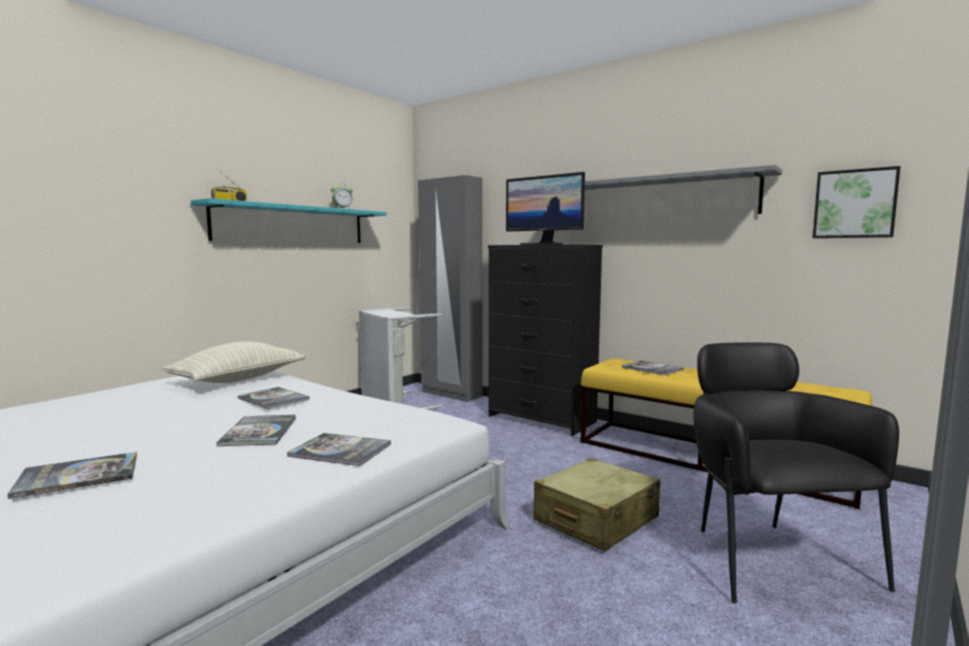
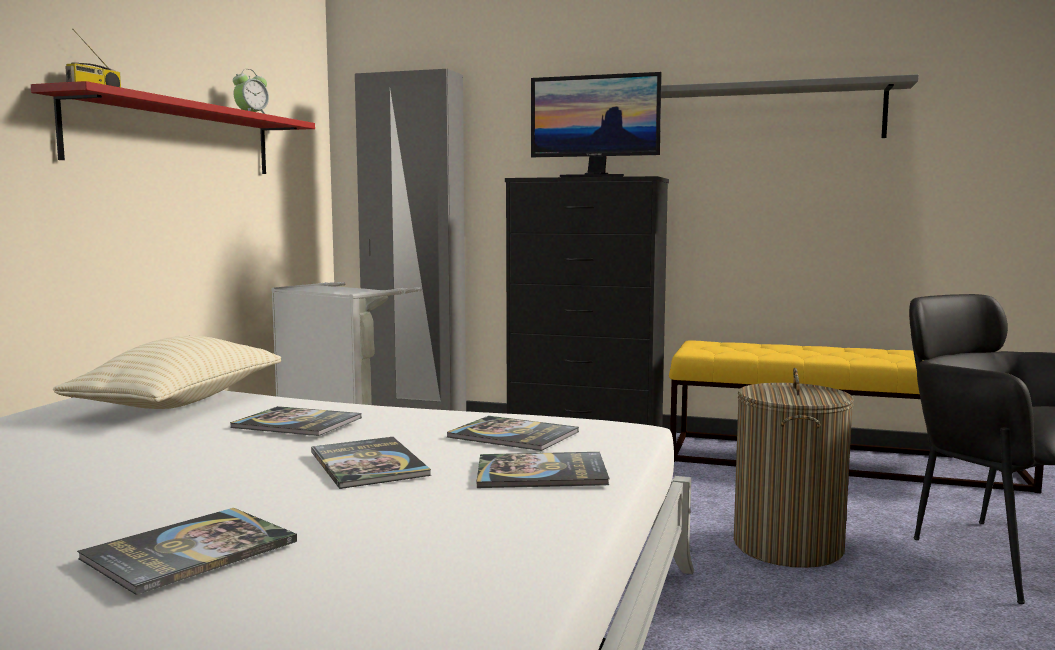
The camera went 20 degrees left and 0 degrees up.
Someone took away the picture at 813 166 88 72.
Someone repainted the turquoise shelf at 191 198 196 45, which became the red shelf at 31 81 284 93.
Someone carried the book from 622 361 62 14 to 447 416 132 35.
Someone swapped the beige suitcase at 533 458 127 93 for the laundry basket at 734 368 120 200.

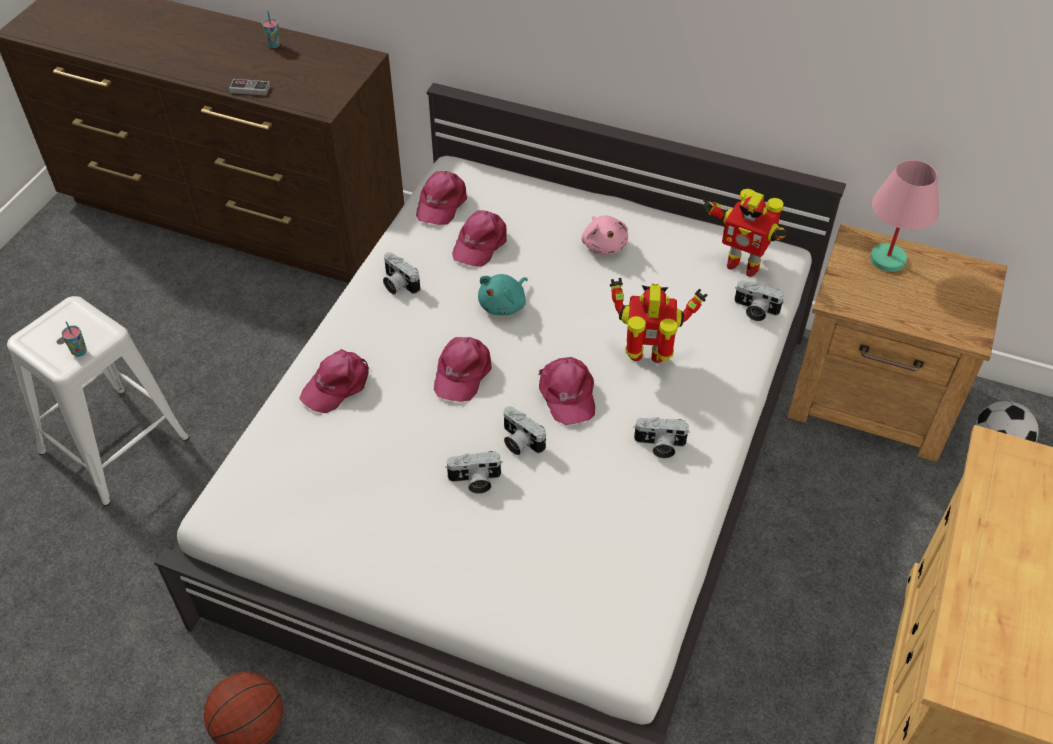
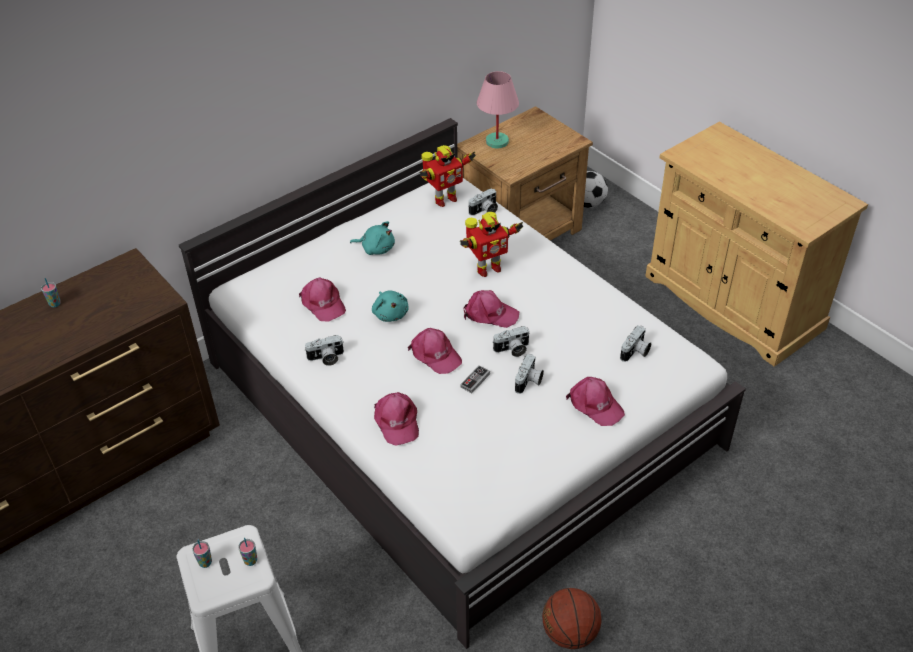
The camera went 60 degrees left and 5 degrees down.
Someone carried the game controller from 229 79 41 16 to 460 365 30 28.
Someone carried the pink cap from 416 171 51 54 to 566 377 59 49.
Someone repainted the pink plush toy at 581 215 47 40, which became the turquoise plush toy at 350 221 45 34.
Someone rotated the toy robot at 610 278 97 85 by 150 degrees counterclockwise.
Someone carried the photo camera from 634 417 56 41 to 620 326 31 36.
Someone put down the cup at 192 540 20 28.

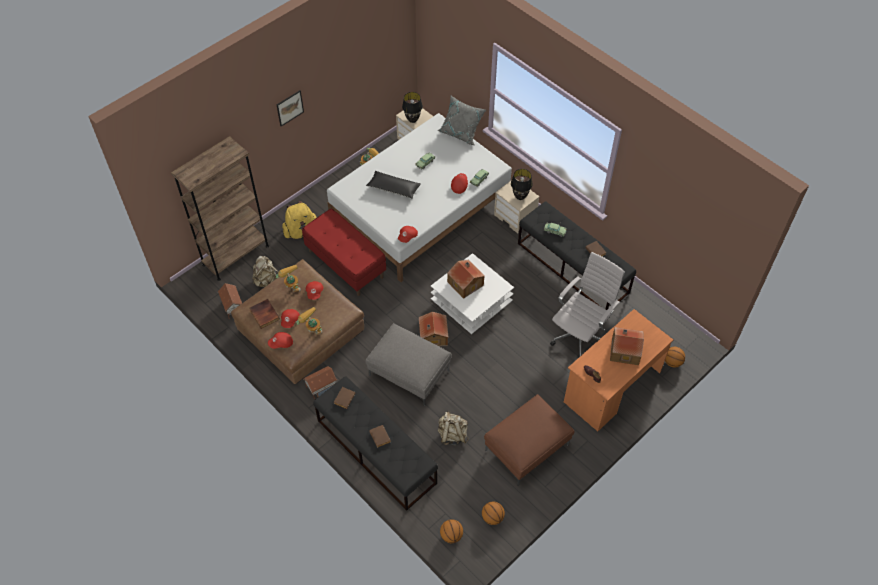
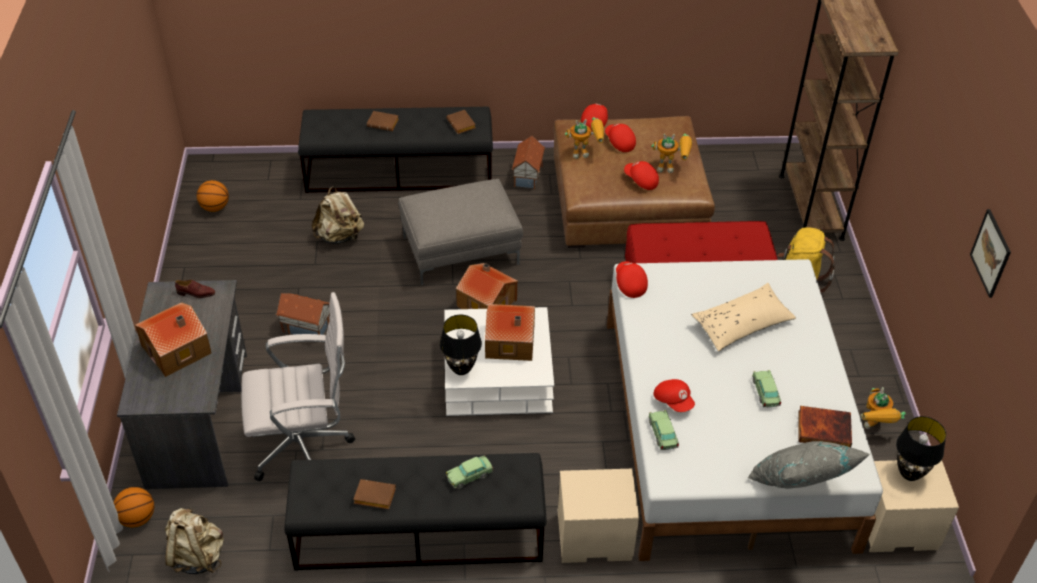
The camera went 130 degrees right and 10 degrees down.
Someone carried the picture from 277 90 27 37 to 970 209 41 89.
Someone carried the black table lamp from 511 169 22 31 to 440 315 42 60.
Someone repainted the black pillow at 366 171 55 28, which became the beige pillow at 691 283 105 68.
Someone rotated the white office chair at 550 252 75 105 by 90 degrees counterclockwise.
Someone carried the beige backpack from 252 256 26 31 to 165 507 59 67.
Someone carried the toy house from 218 283 24 36 to 275 293 55 42.
Someone carried the book from 249 299 31 30 to 799 406 53 41.
Someone repainted the orange desk at 564 309 109 122, which became the grey desk at 117 280 130 209.
Someone took away the brown ottoman at 484 394 91 92.
Someone took away the basketball at 440 519 23 24.

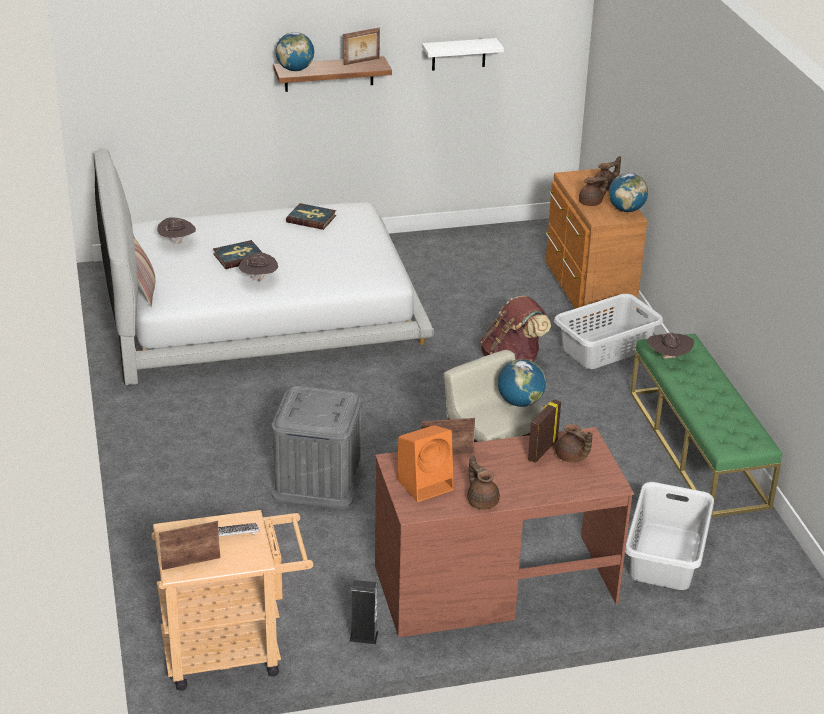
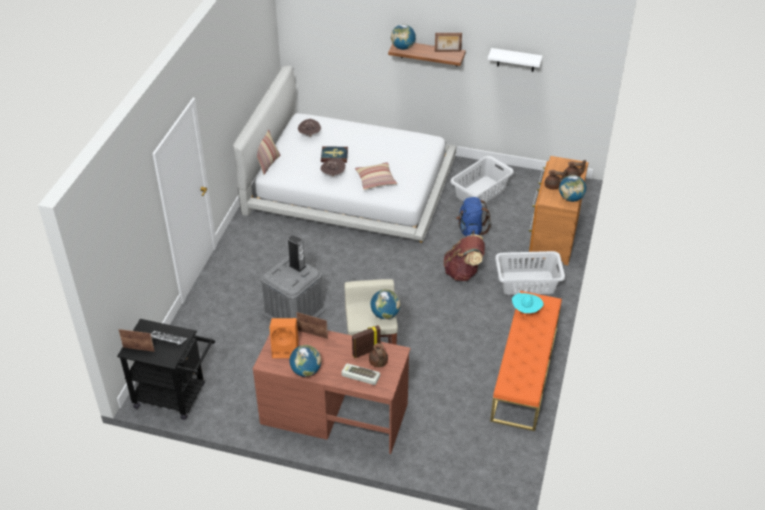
The camera went 30 degrees right and 10 degrees up.
Someone took away the book at 286 203 50 27.
Someone repainted the brown hat at 647 333 47 25, which became the turquoise hat at 512 293 32 20.
Someone repainted the green bench at 630 334 152 183, which became the orange bench at 490 291 72 140.
Someone swapped the brown teapot at 467 455 33 54 for the globe at 290 345 31 32.
Someone carried the grey laundry basket from 625 482 89 108 to 450 156 64 49.
Someone repainted the beige cart at 151 510 162 181, which became the black cart at 117 319 98 101.
Someone carried the speaker from 350 580 28 64 to 288 235 18 37.
Someone put down the pillow at 355 162 42 28.
Someone put down the blue backpack at 456 197 35 40.
Someone put down the keyboard at 341 363 39 22.

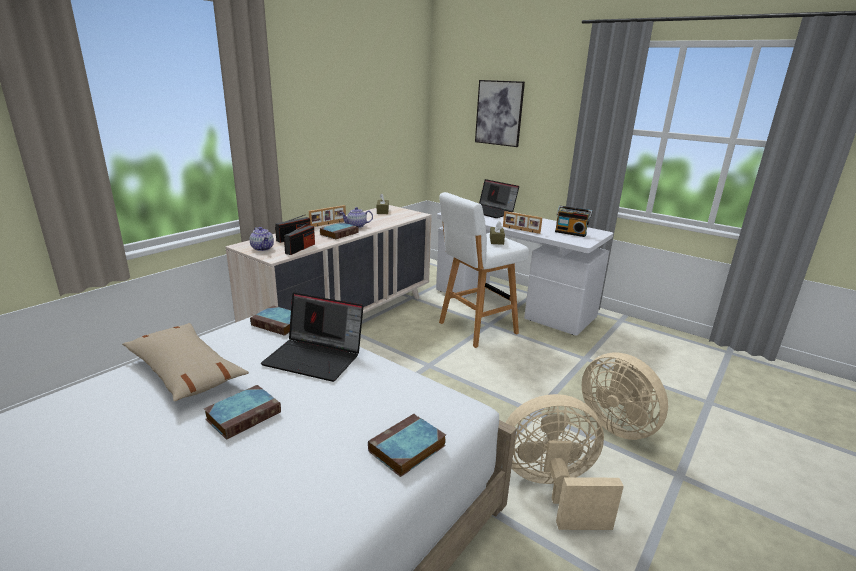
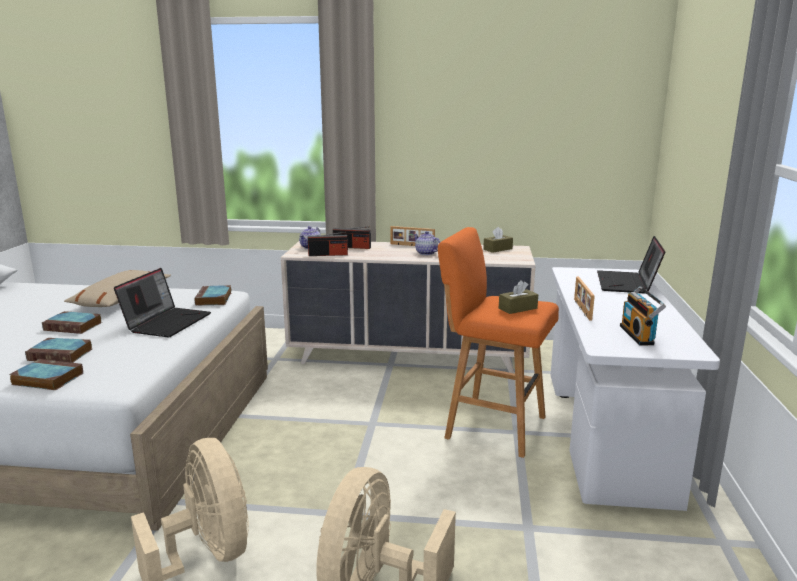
The camera went 60 degrees right and 5 degrees down.
Someone took away the picture at 475 80 50 67.
Someone repainted the white stool at 439 192 90 156, which became the orange stool at 438 227 121 231.
Someone carried the book from 320 222 39 18 to 25 338 67 25.
Someone rotated the laptop at 261 293 102 89 by 150 degrees counterclockwise.

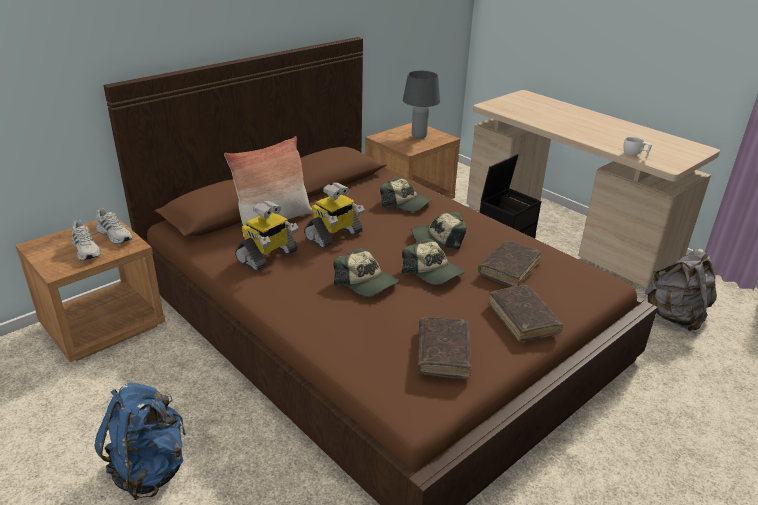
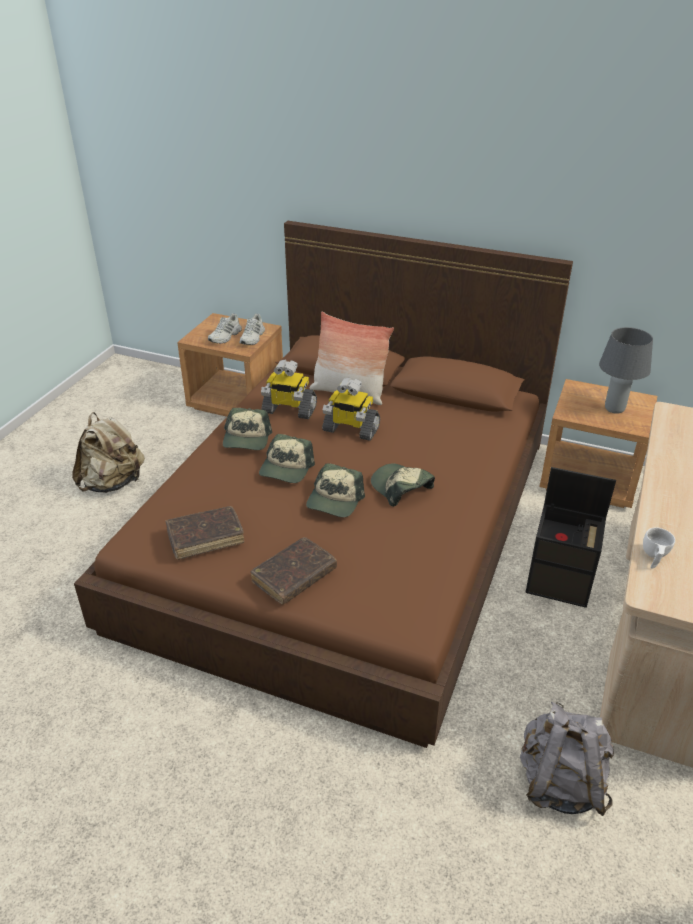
The camera went 65 degrees right and 5 degrees up.
Someone carried the cap from 380 177 52 34 to 223 408 49 42.
Someone took away the brown book at 478 241 64 46.
Someone repainted the blue backpack at 94 383 91 117, which became the beige backpack at 72 412 73 81.

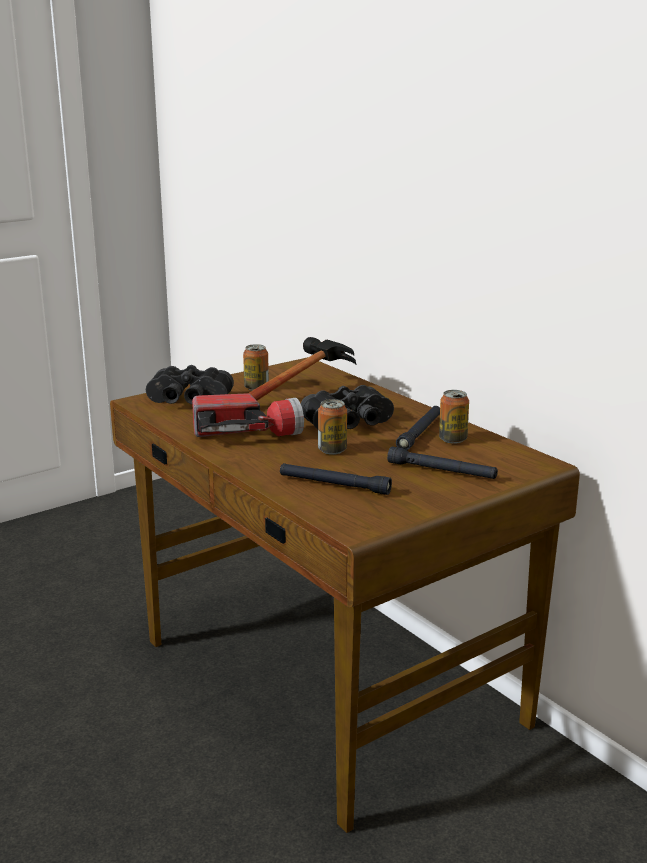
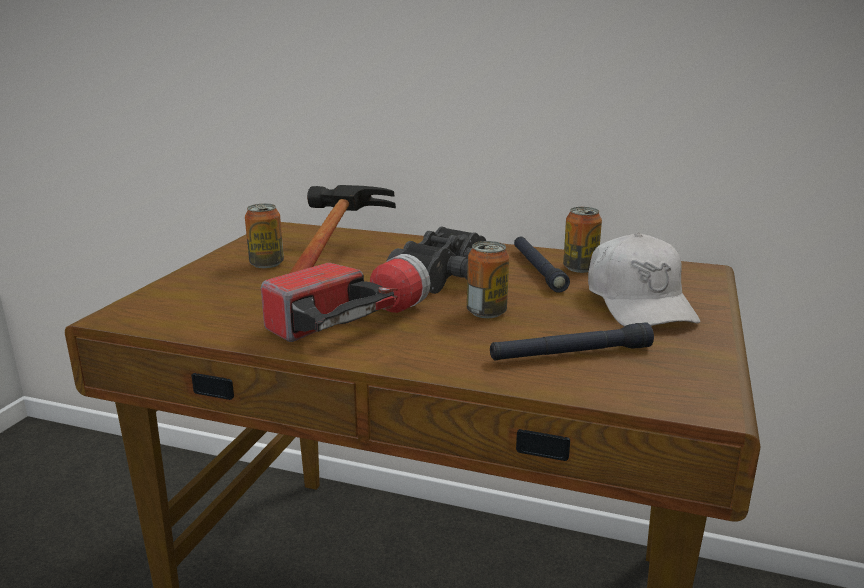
The camera went 35 degrees left and 0 degrees up.
Someone took away the black binoculars at 146 365 88 39.
Someone swapped the black flashlight at 387 446 111 33 for the white cap at 588 233 112 94.

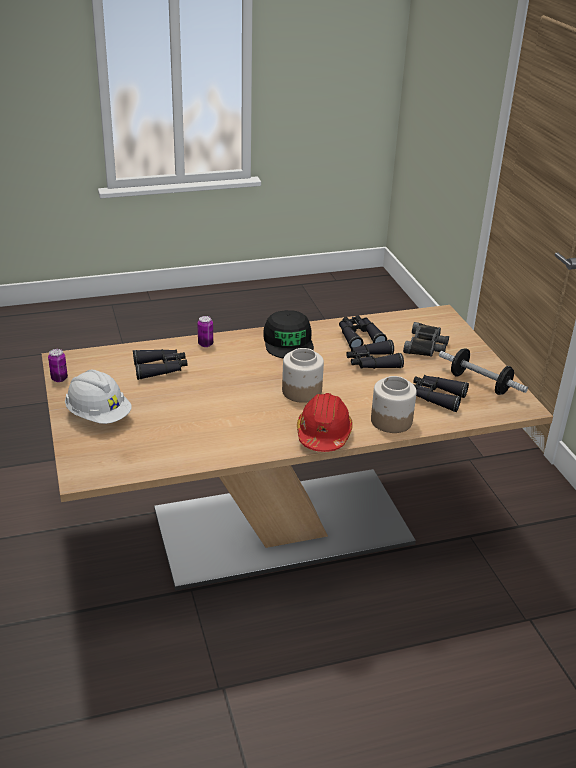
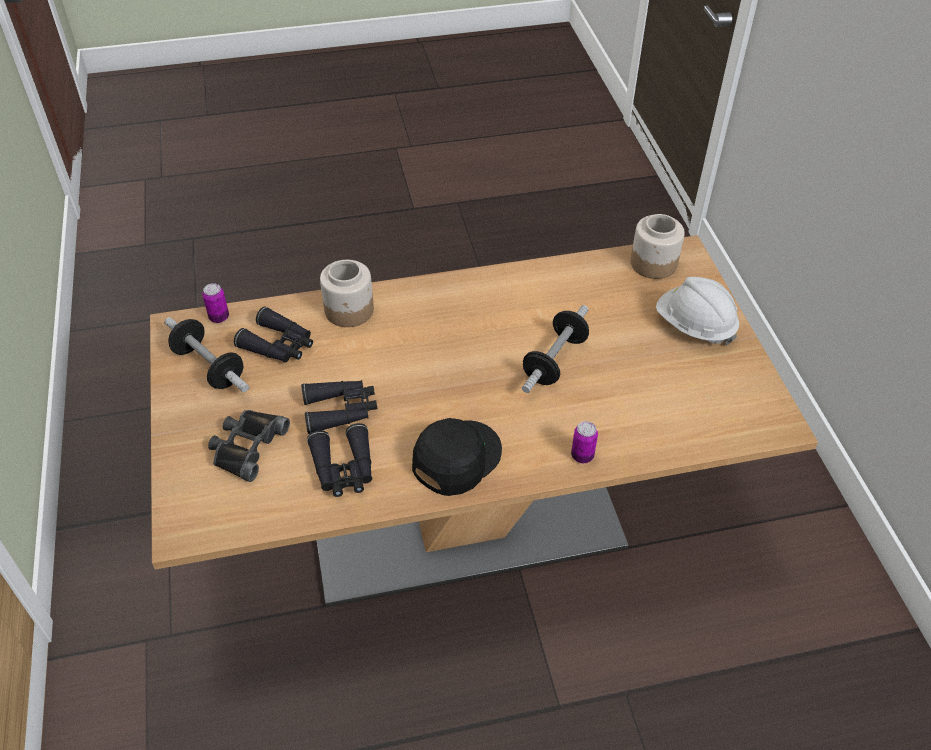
The camera went 175 degrees left and 15 degrees up.
Someone rotated the black cap at 264 310 50 48 by 45 degrees clockwise.
Someone carried the jar from 282 348 42 55 to 631 214 54 65.
Someone carried the can from 48 349 20 33 to 202 283 27 40.
Someone took away the black binoculars at 133 349 55 31.
Someone took away the red hard hat at 297 393 56 59.
Someone put down the dumbbell at 522 305 67 88.

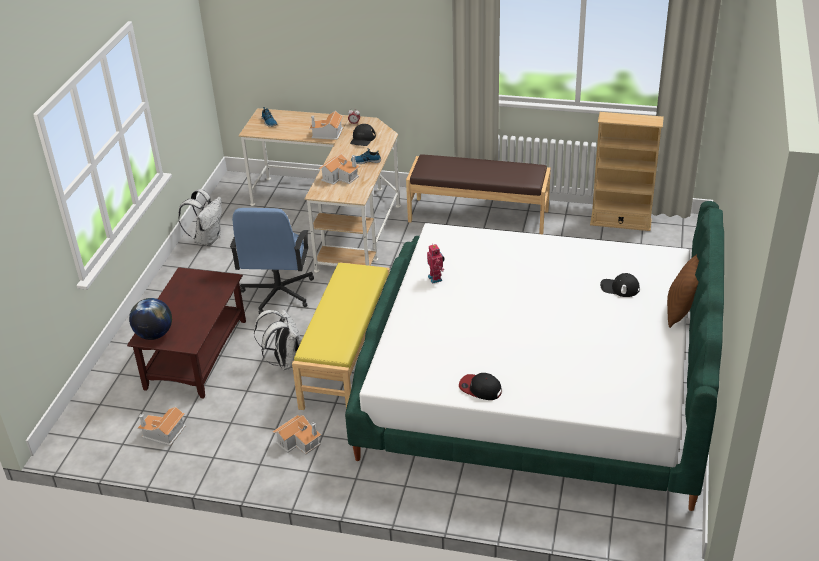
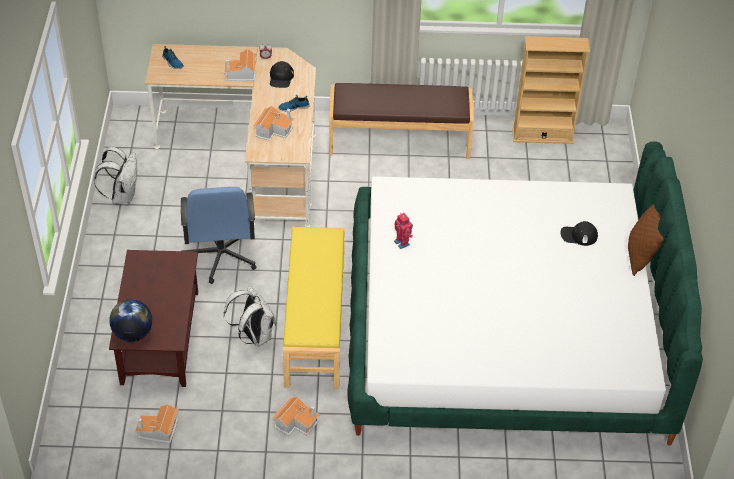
The camera went 15 degrees left and 10 degrees up.
Someone took away the cap at 459 373 43 27.

